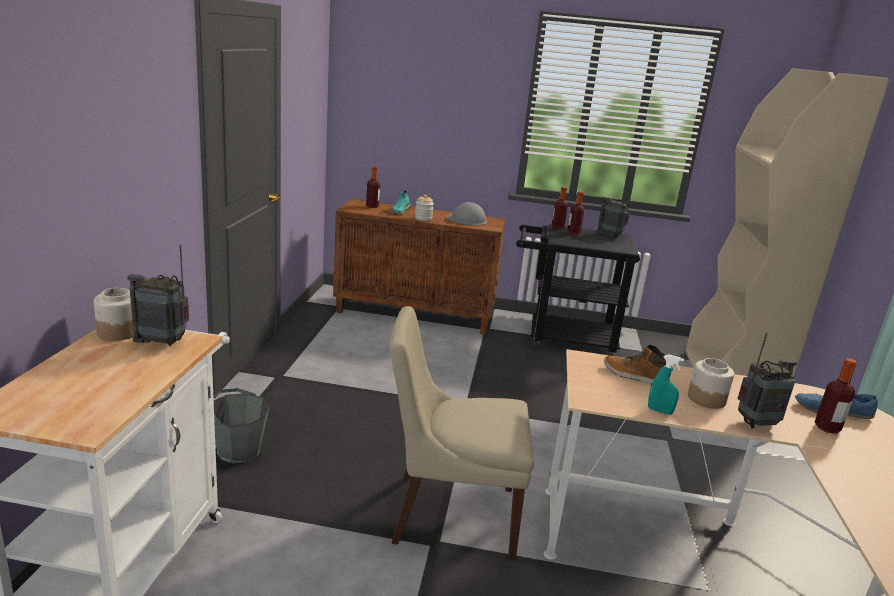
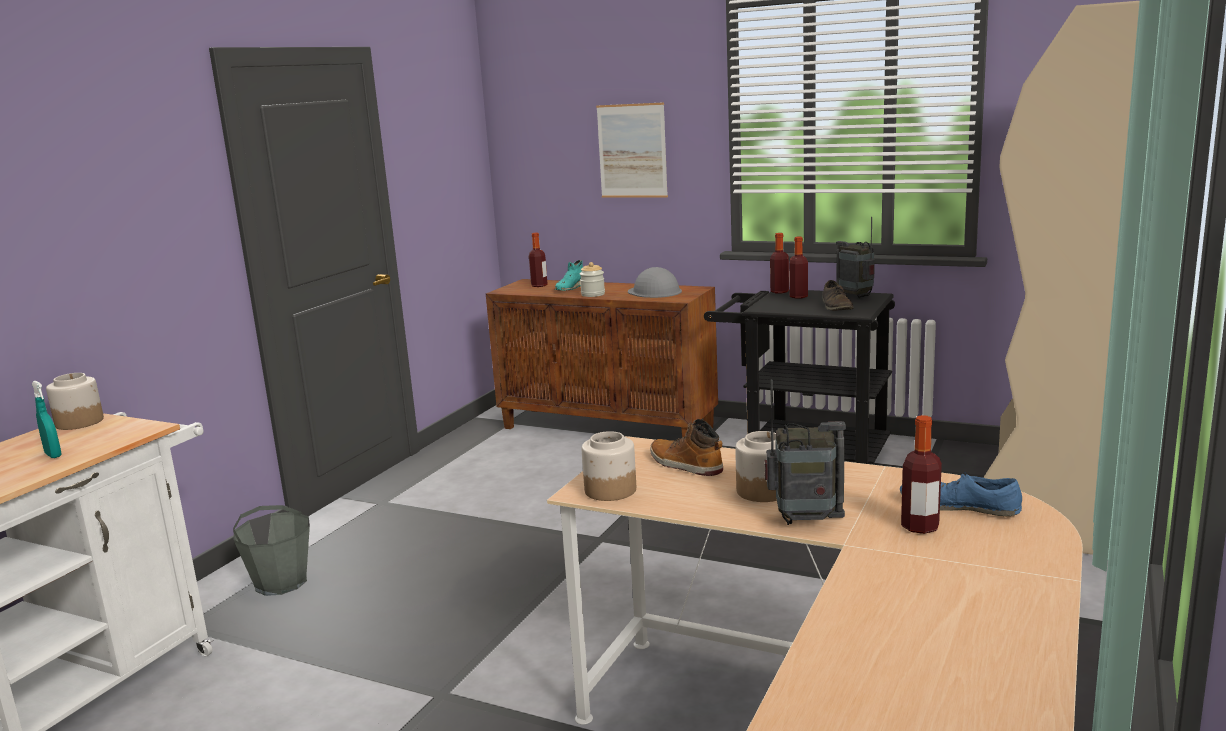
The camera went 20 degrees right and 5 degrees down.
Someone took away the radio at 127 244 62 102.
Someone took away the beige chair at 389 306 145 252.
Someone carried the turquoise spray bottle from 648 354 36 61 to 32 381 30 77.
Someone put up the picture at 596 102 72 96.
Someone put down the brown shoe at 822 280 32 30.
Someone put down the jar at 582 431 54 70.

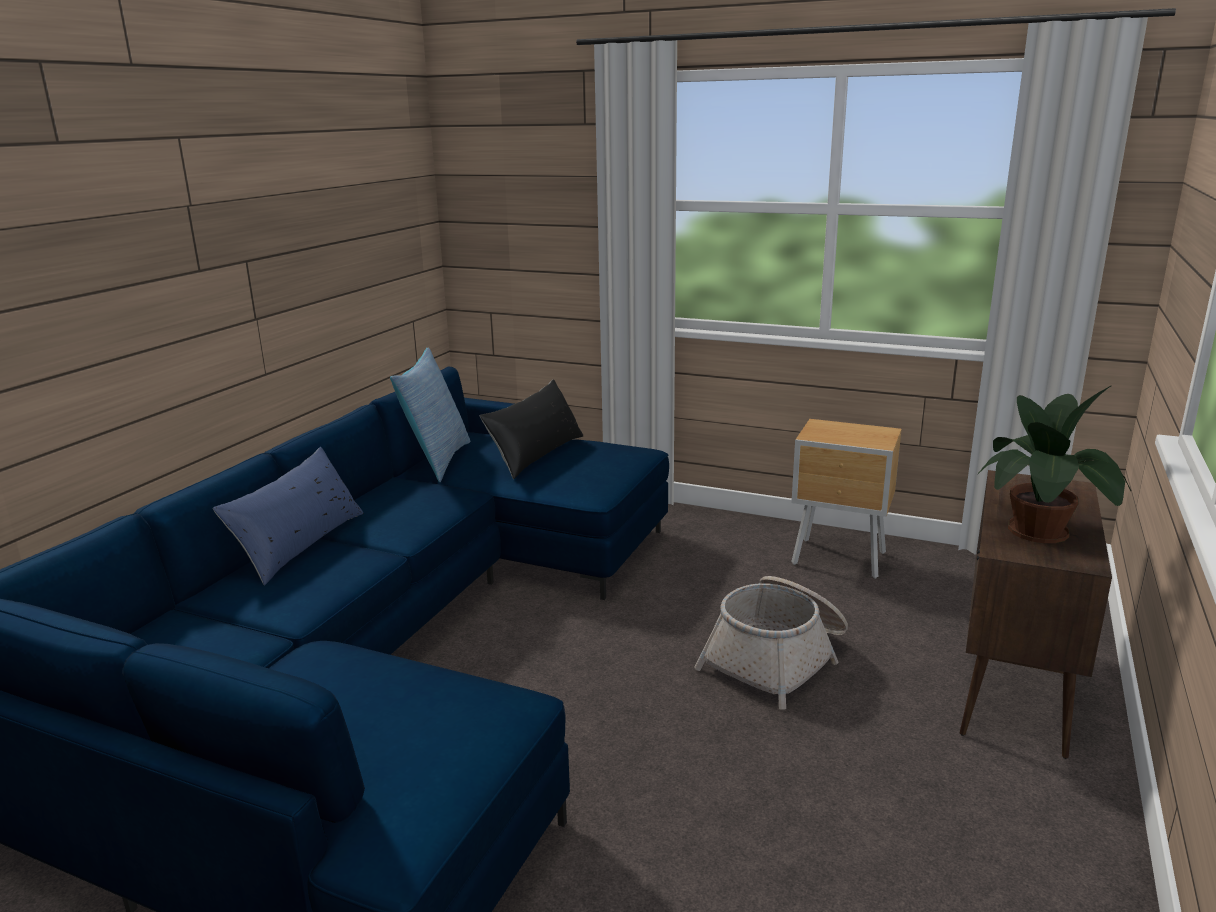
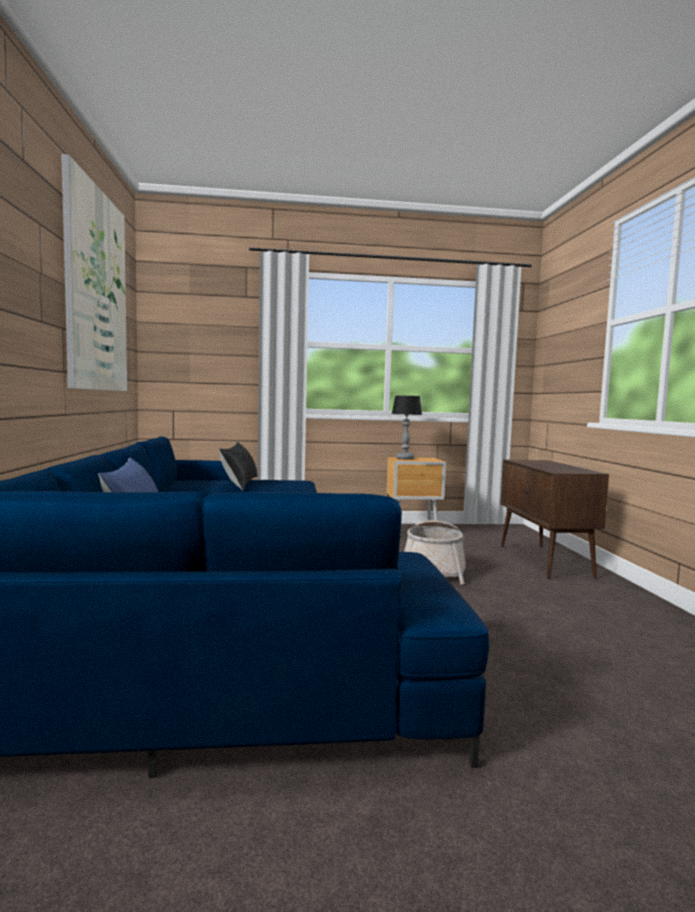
The camera went 30 degrees left and 15 degrees down.
Someone took away the pillow at 390 348 80 134.
Someone took away the potted plant at 978 386 153 157.
Someone put up the picture at 61 154 66 237.
Someone put down the table lamp at 392 395 30 64.

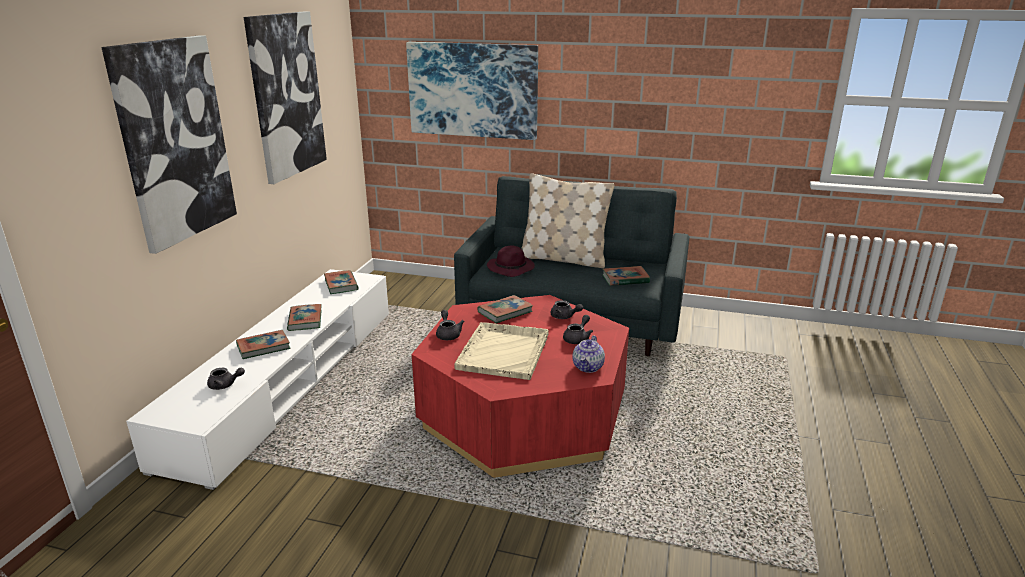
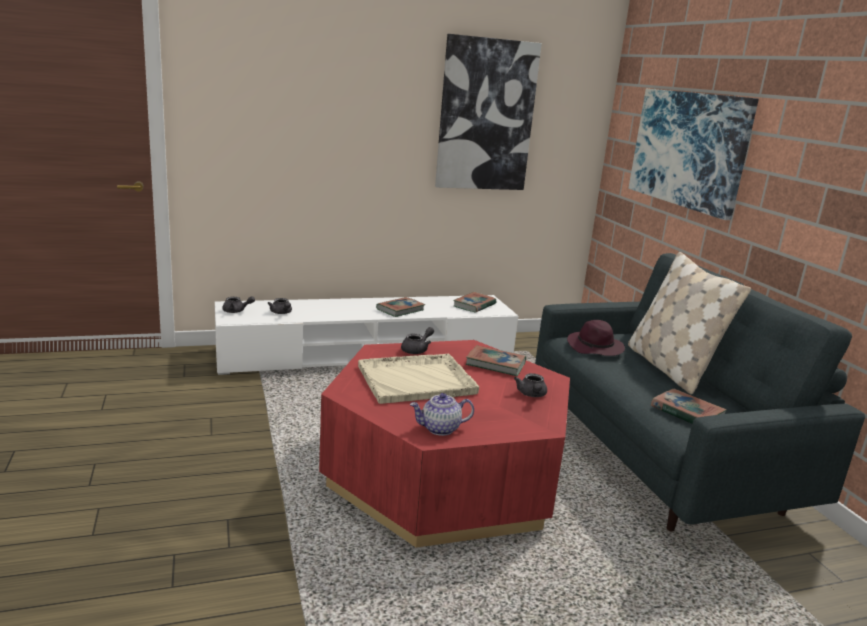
The camera went 55 degrees right and 5 degrees down.
Someone took away the picture at 101 35 136 219.
Someone carried the grey teapot from 563 315 30 29 to 222 296 33 17.
Someone took away the book at 236 330 55 29.

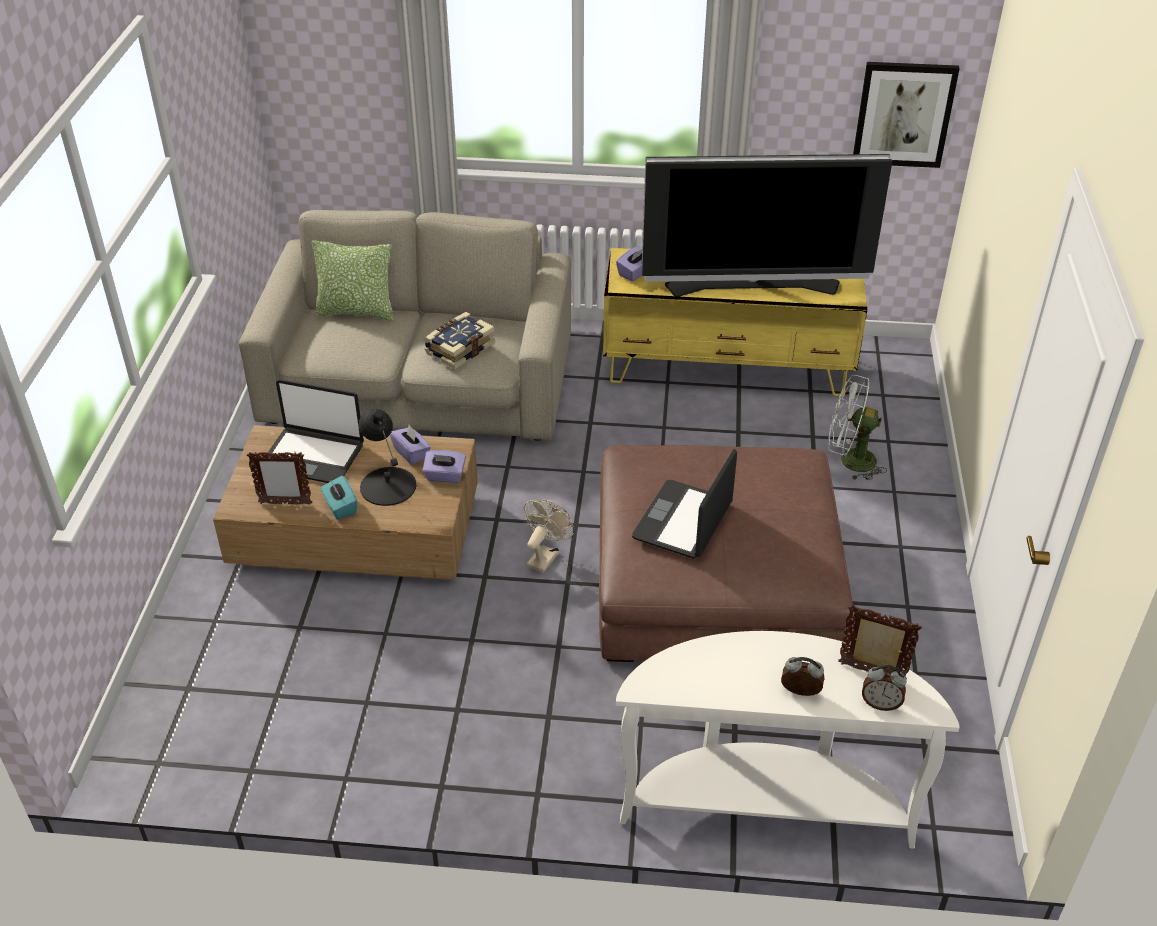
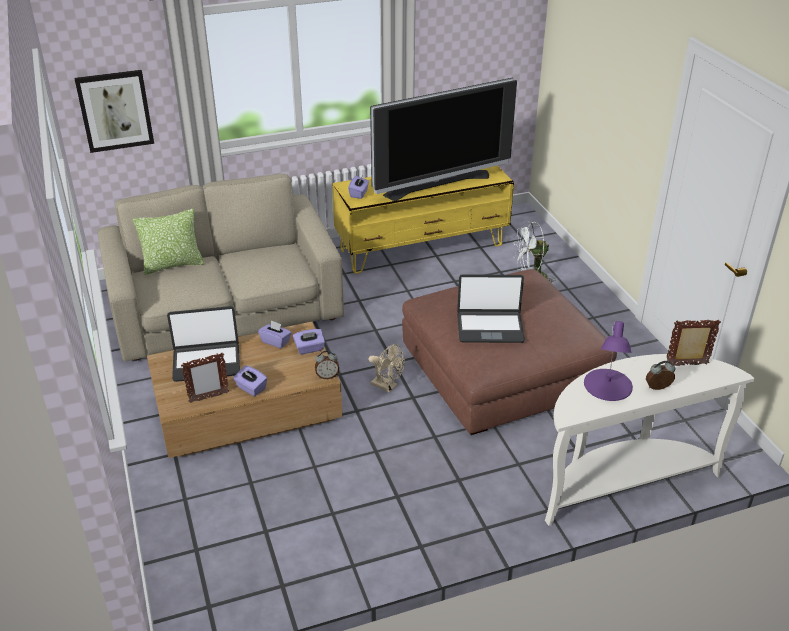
The camera went 25 degrees left and 5 degrees down.
Someone carried the picture from 853 62 107 106 to 74 70 80 83.
Someone took away the book at 424 312 71 57.
Someone took away the black table lamp at 359 409 57 97.
Someone rotated the laptop at 632 449 105 109 by 90 degrees counterclockwise.
Someone repainted the turquoise tissue box at 321 476 36 43, which became the purple tissue box at 233 366 34 30.
Someone rotated the beige fan at 524 500 50 73 by 120 degrees clockwise.
Someone carried the alarm clock from 862 665 45 46 to 315 351 24 28.
Someone put down the purple table lamp at 584 321 49 80.

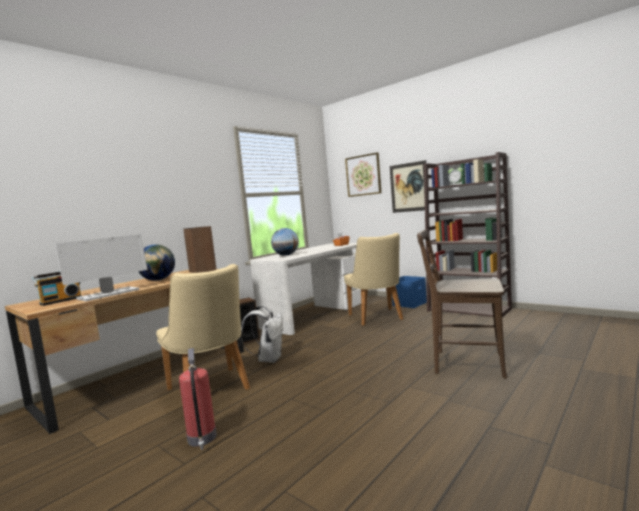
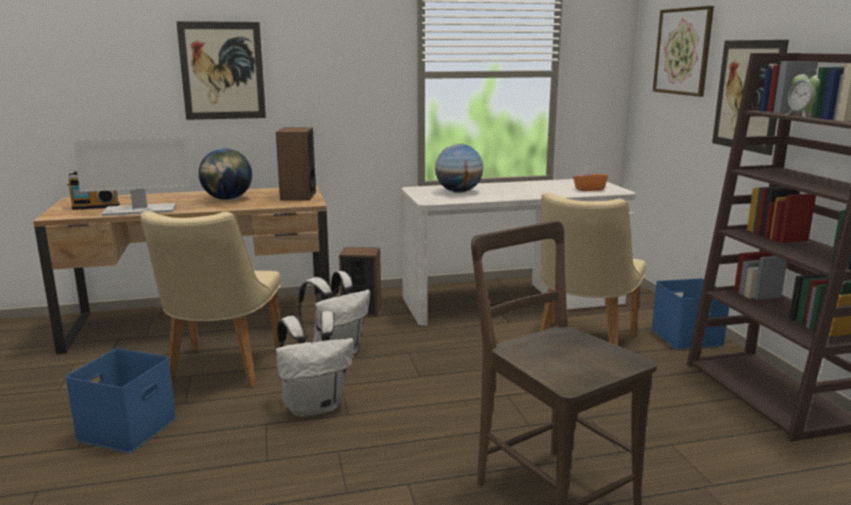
The camera went 35 degrees right and 10 degrees up.
Someone swapped the fire extinguisher at 179 348 38 102 for the blue storage box at 65 348 112 105.
Someone put up the picture at 176 21 90 99.
Someone put down the white backpack at 276 311 78 106.

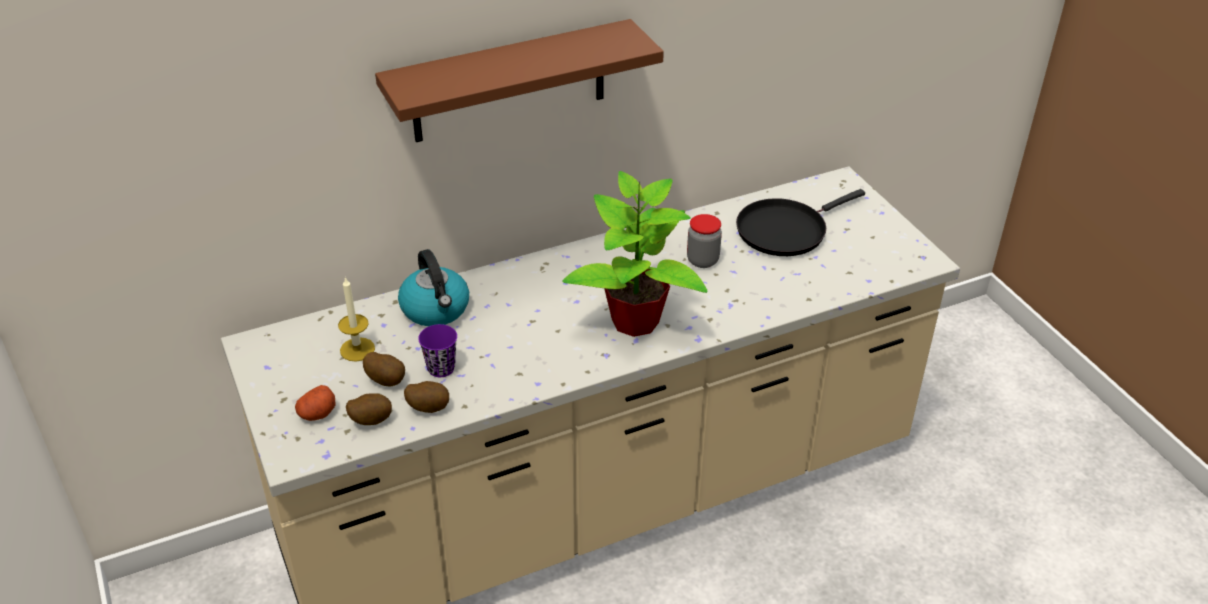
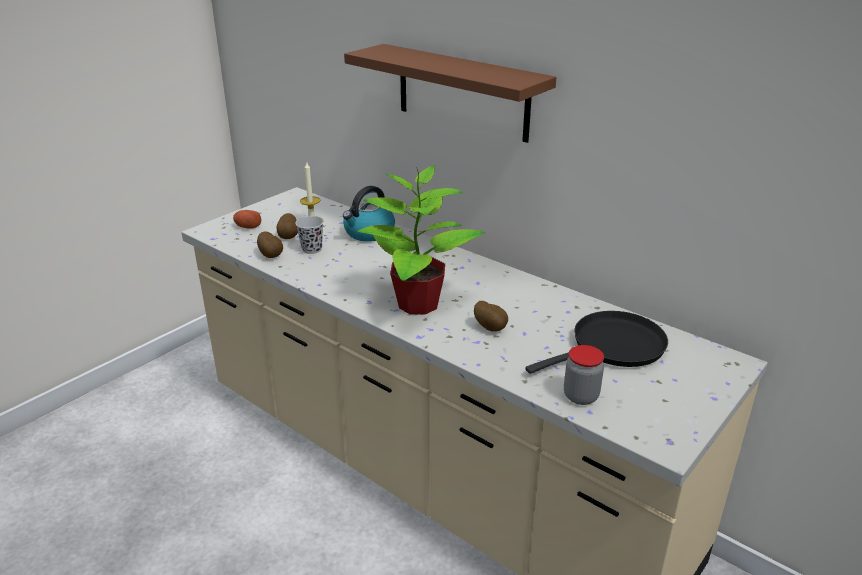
The camera went 65 degrees right and 10 degrees down.
Someone rotated the black frying pan at 736 189 129 67 by 120 degrees clockwise.
Someone carried the jar from 687 214 35 54 to 564 345 40 60.
Someone repainted the purple cup at 418 324 39 53, which became the black cup at 296 216 28 38.
Someone carried the potato from 346 393 46 32 to 474 301 34 31.

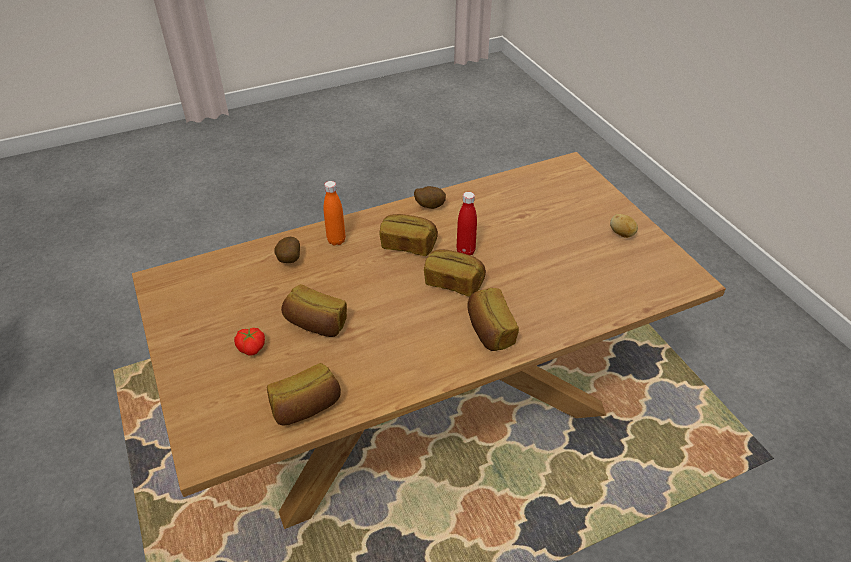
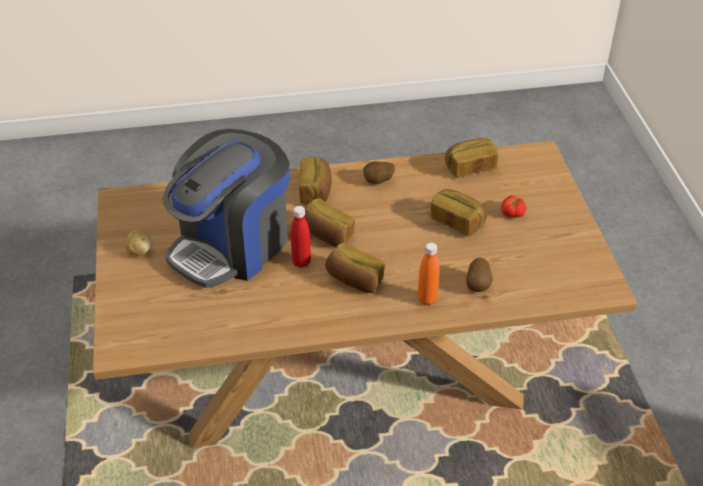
The camera went 165 degrees left and 0 degrees up.
Someone carried the potato from 414 186 32 23 to 363 161 32 23.
Someone put down the coffee machine at 162 129 128 159.

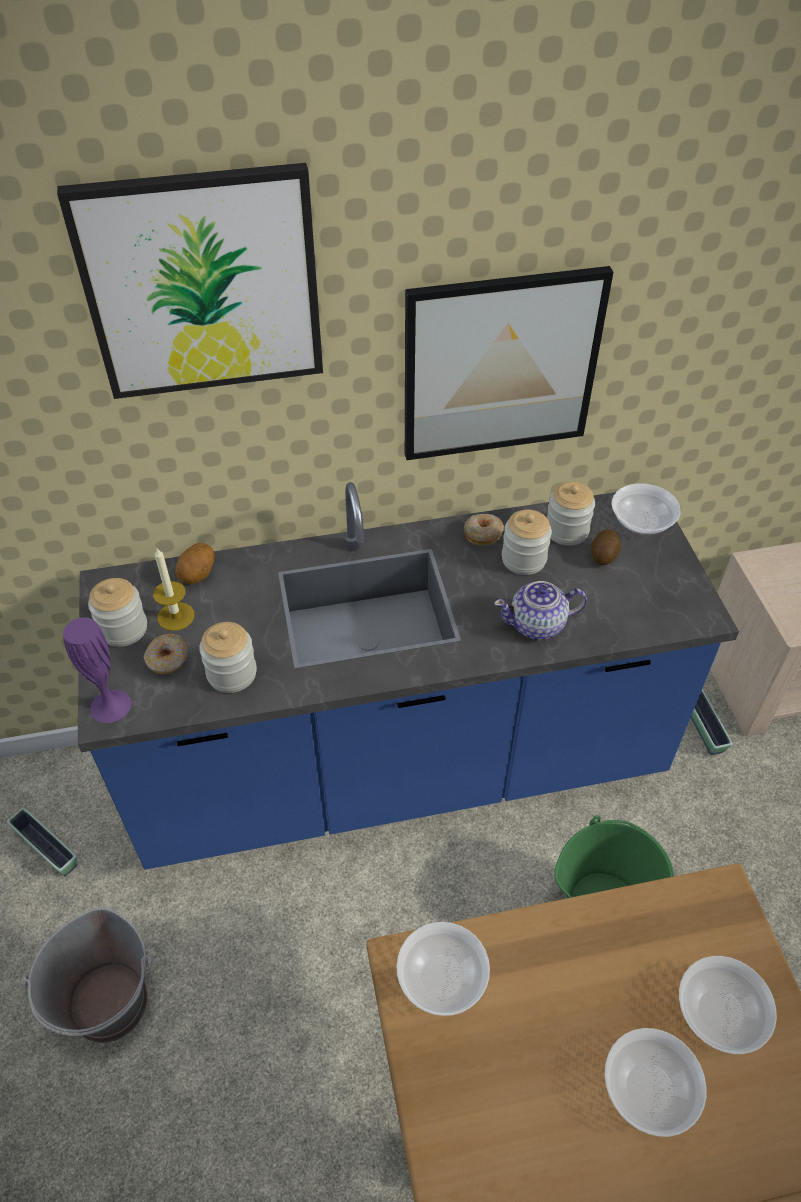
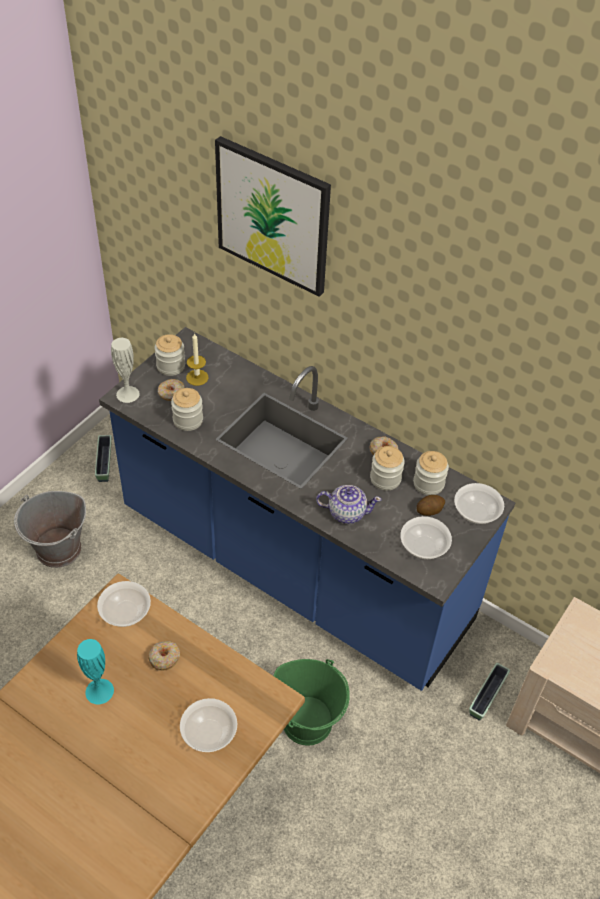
The camera went 45 degrees right and 0 degrees up.
Someone took away the picture at 405 266 208 194.
Someone took away the potato at 175 543 40 41.
Someone rotated the teapot at 494 581 93 59 by 150 degrees clockwise.
Someone repainted the purple vase at 63 617 68 106, which became the white vase at 111 338 29 65.
Someone carried the bowl from 605 1028 101 109 to 400 516 52 43.
Someone put down the turquoise vase at 77 639 37 65.
Someone put down the donut at 148 641 32 30.

